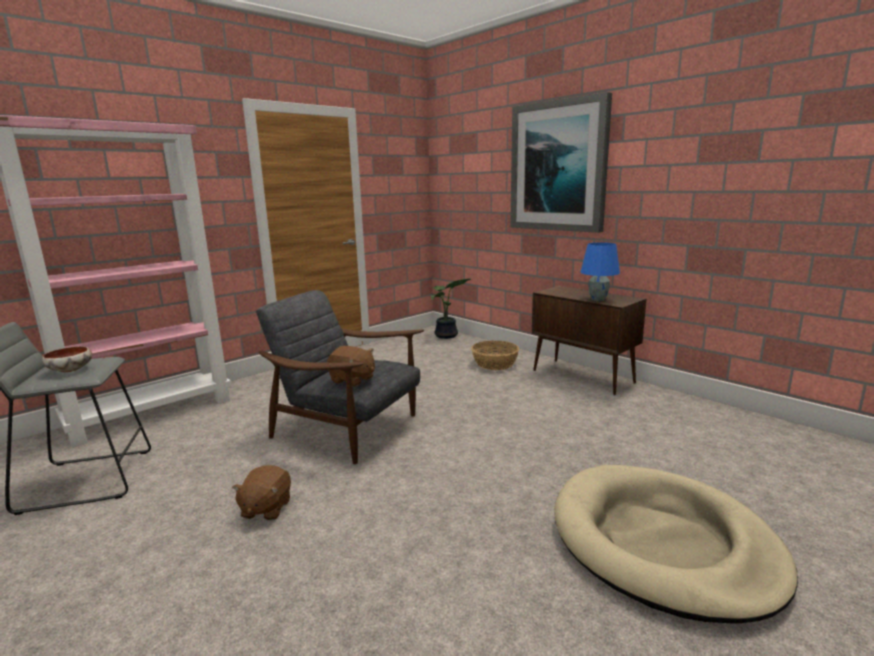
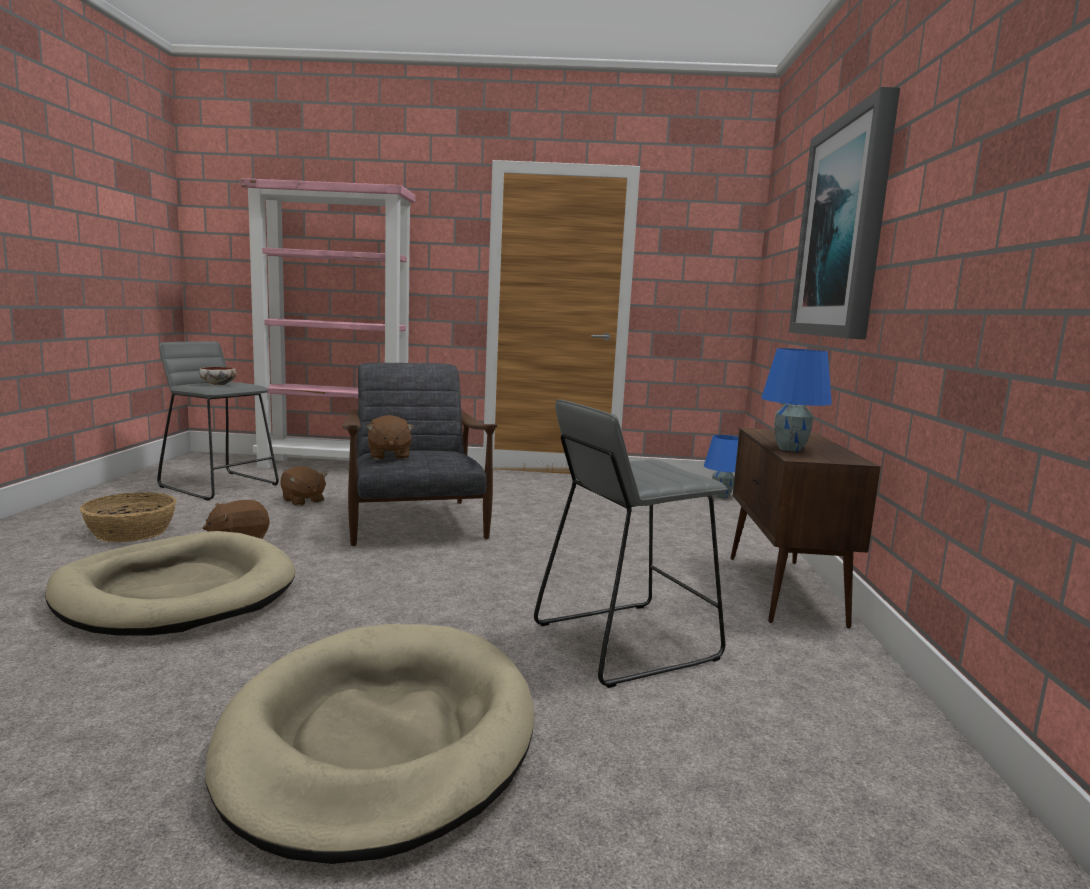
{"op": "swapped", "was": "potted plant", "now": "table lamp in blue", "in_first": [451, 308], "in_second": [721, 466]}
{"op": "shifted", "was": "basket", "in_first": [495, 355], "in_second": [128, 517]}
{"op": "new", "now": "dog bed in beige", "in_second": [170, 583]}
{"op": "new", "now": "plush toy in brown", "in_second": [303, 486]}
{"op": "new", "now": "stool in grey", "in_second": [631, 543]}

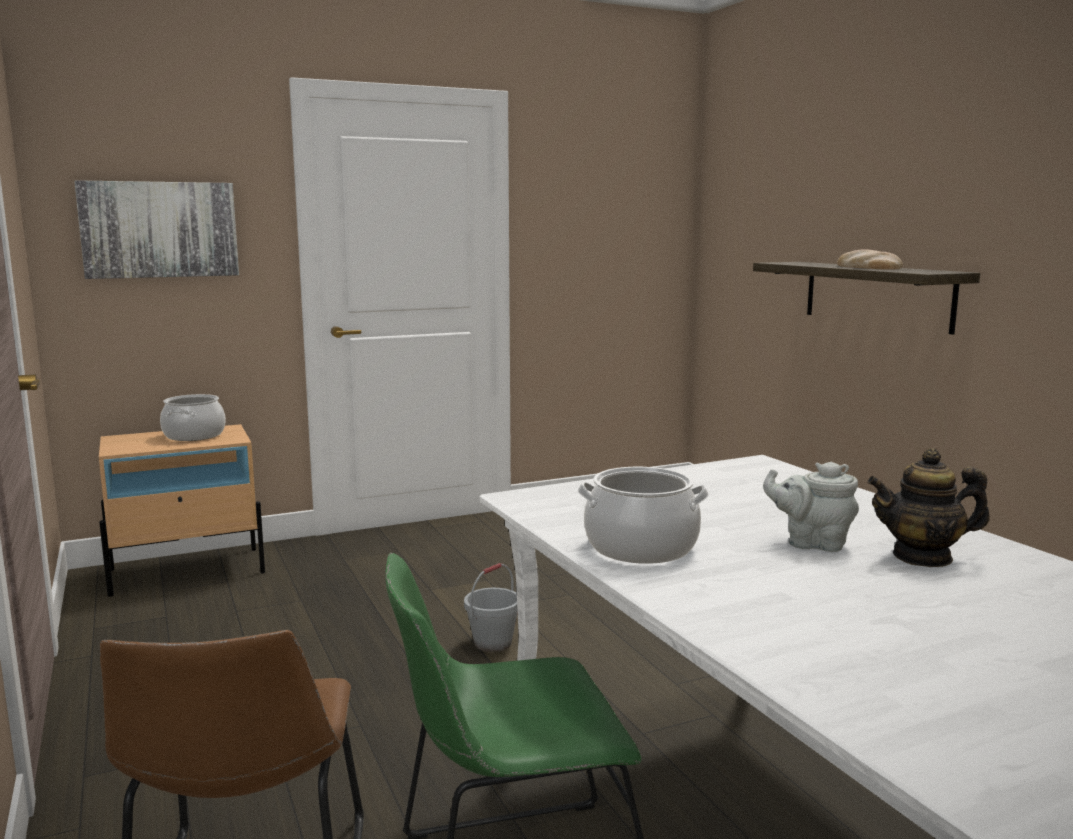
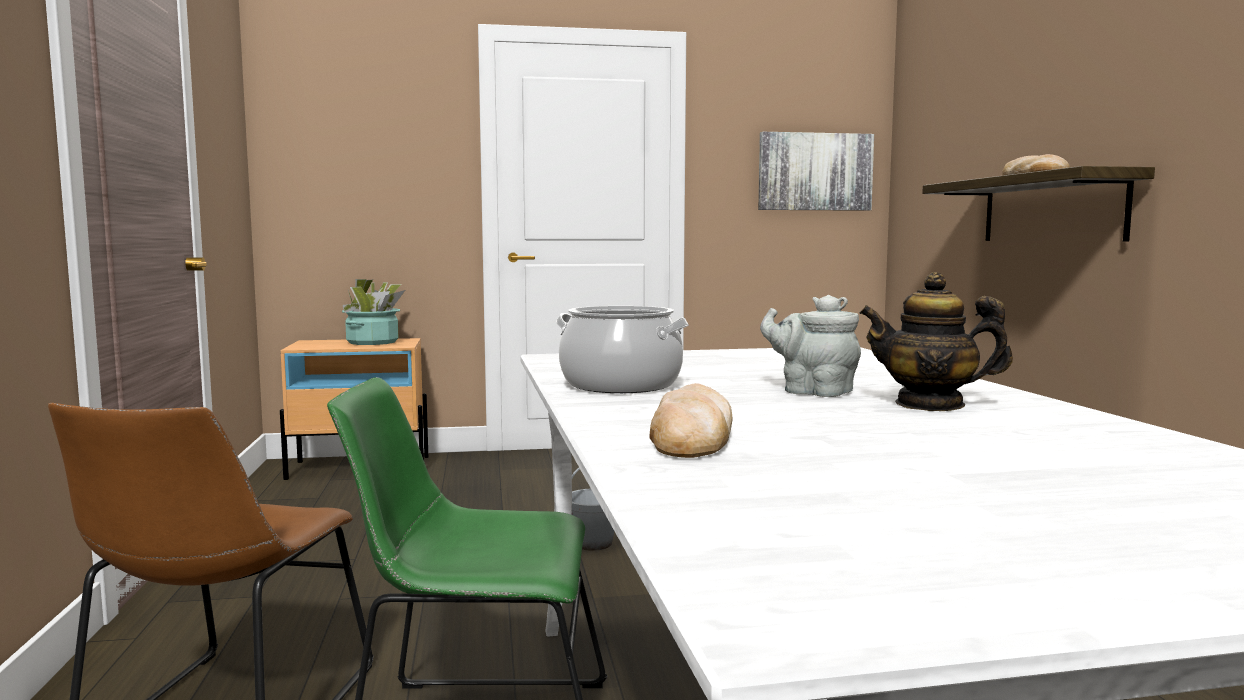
{"op": "shifted", "was": "picture", "in_first": [156, 229], "in_second": [816, 171]}
{"op": "swapped", "was": "cooking pot", "now": "potted plant", "in_first": [193, 417], "in_second": [373, 312]}
{"op": "new", "now": "bread", "in_second": [691, 420]}

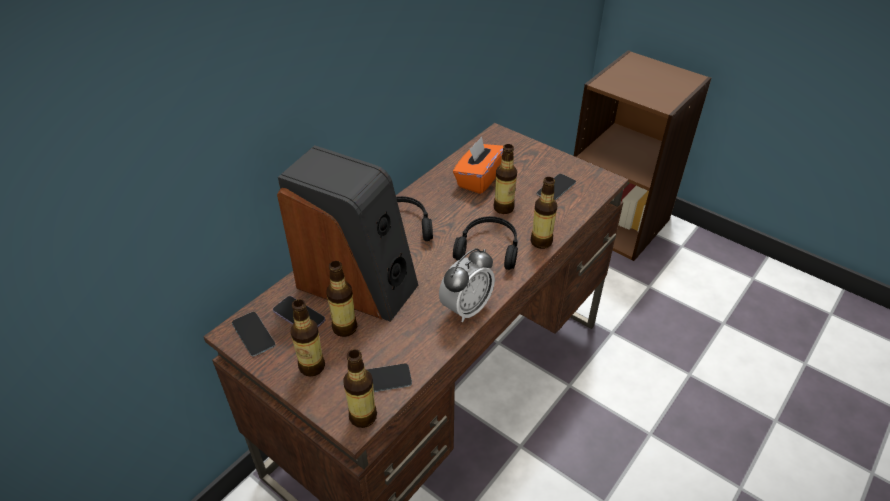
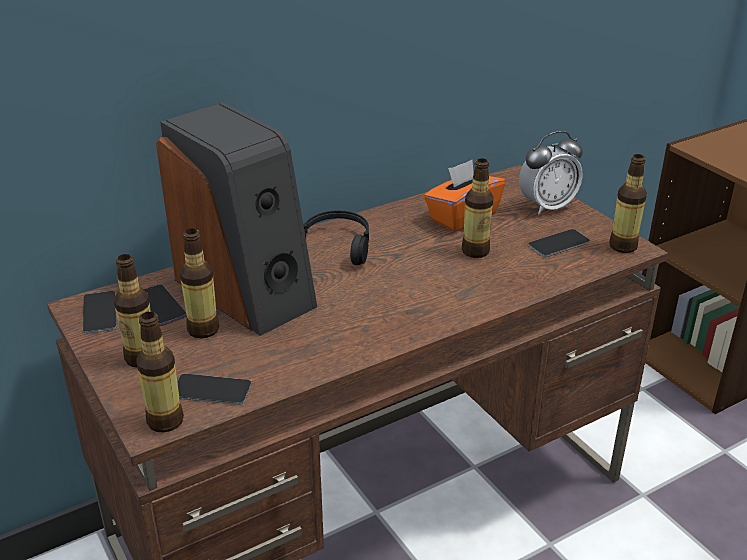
{"op": "shifted", "was": "alarm clock", "in_first": [467, 285], "in_second": [551, 173]}
{"op": "gone", "was": "headphones in black", "in_first": [485, 243]}
{"op": "shifted", "was": "bottle", "in_first": [543, 213], "in_second": [628, 203]}

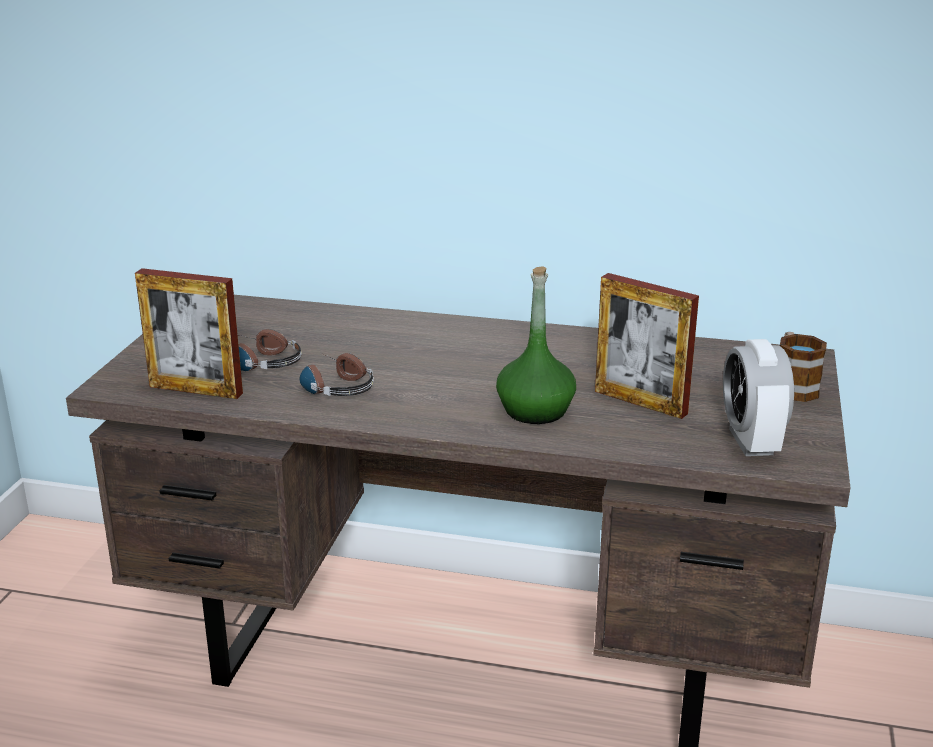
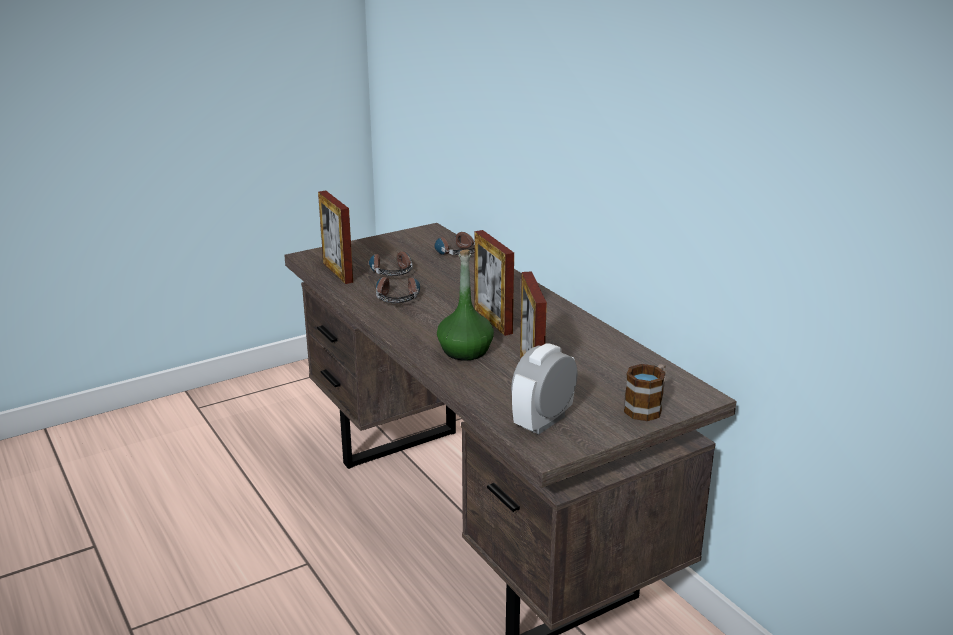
{"op": "new", "now": "headphones", "in_second": [454, 243]}
{"op": "new", "now": "picture frame", "in_second": [494, 283]}

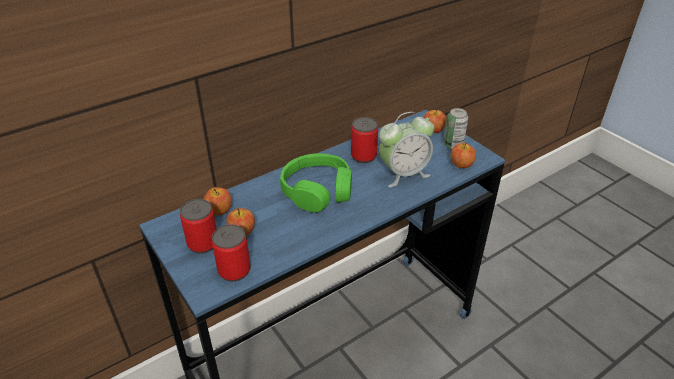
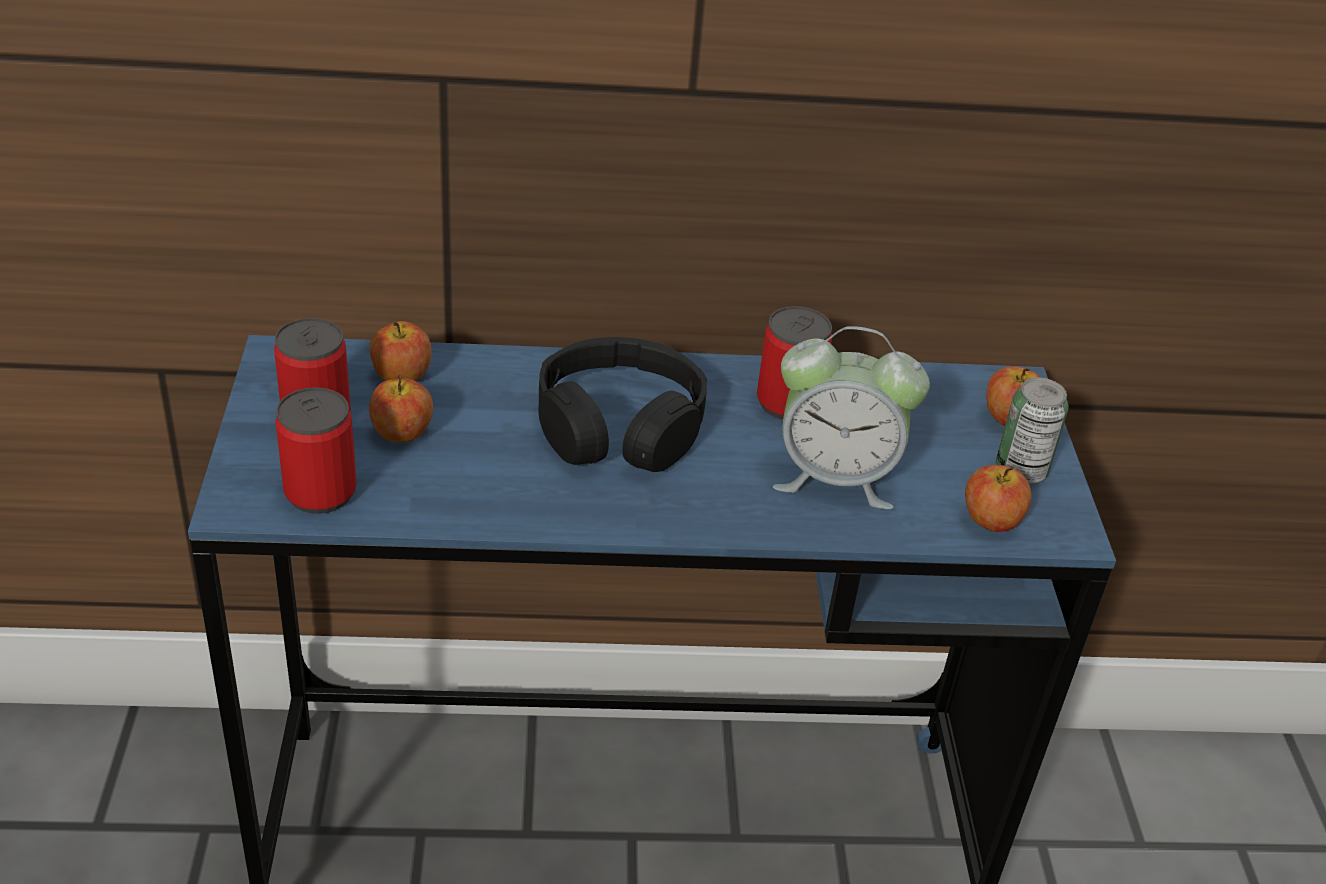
{"op": "repainted", "was": "headphones in green", "now": "headphones in black", "in_first": [316, 182], "in_second": [622, 404]}

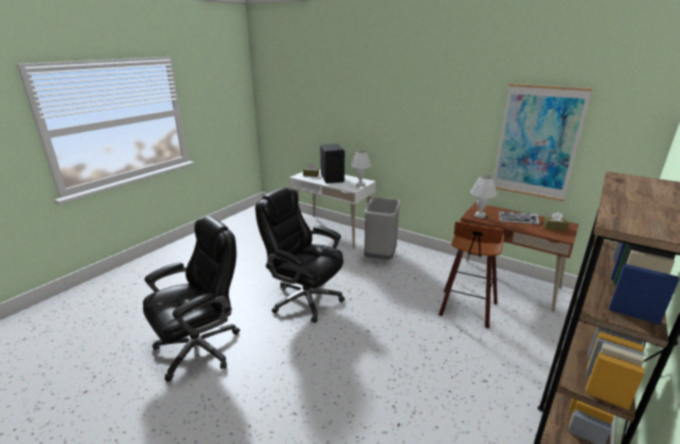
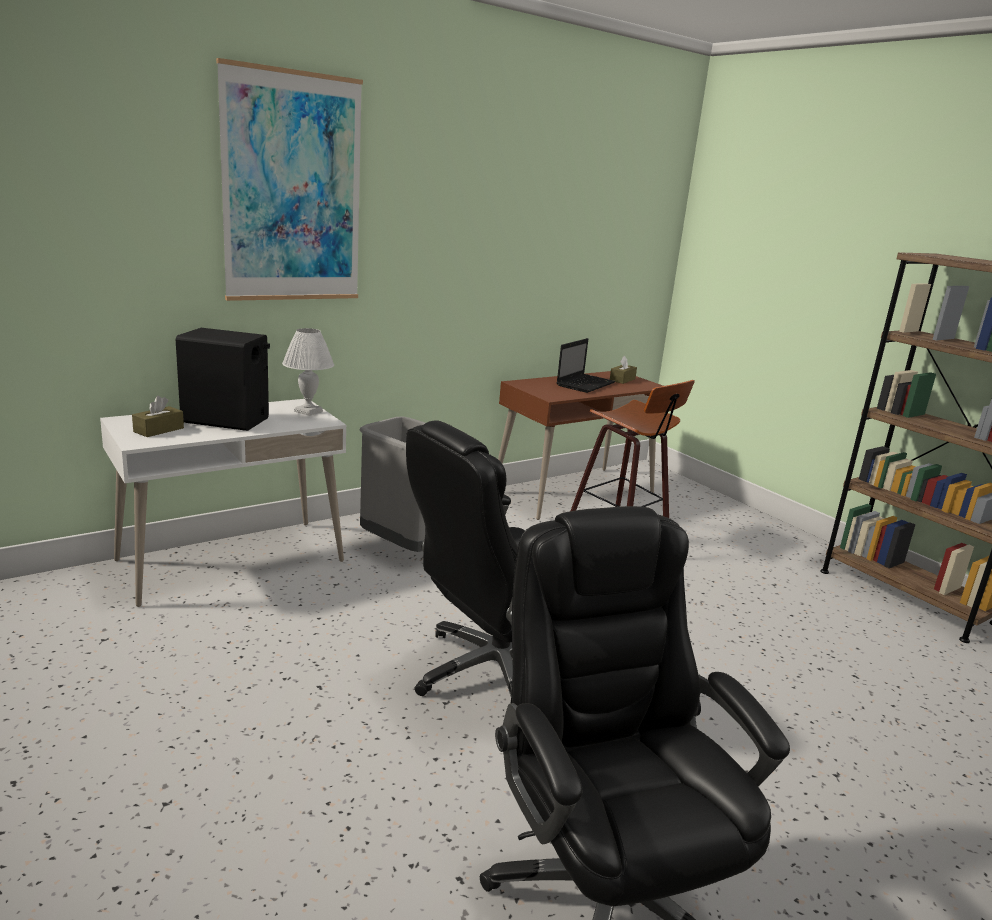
{"op": "gone", "was": "table lamp in white", "in_first": [484, 197]}
{"op": "shifted", "was": "picture", "in_first": [542, 142], "in_second": [289, 179]}
{"op": "swapped", "was": "keyboard", "now": "laptop", "in_first": [519, 218], "in_second": [586, 365]}

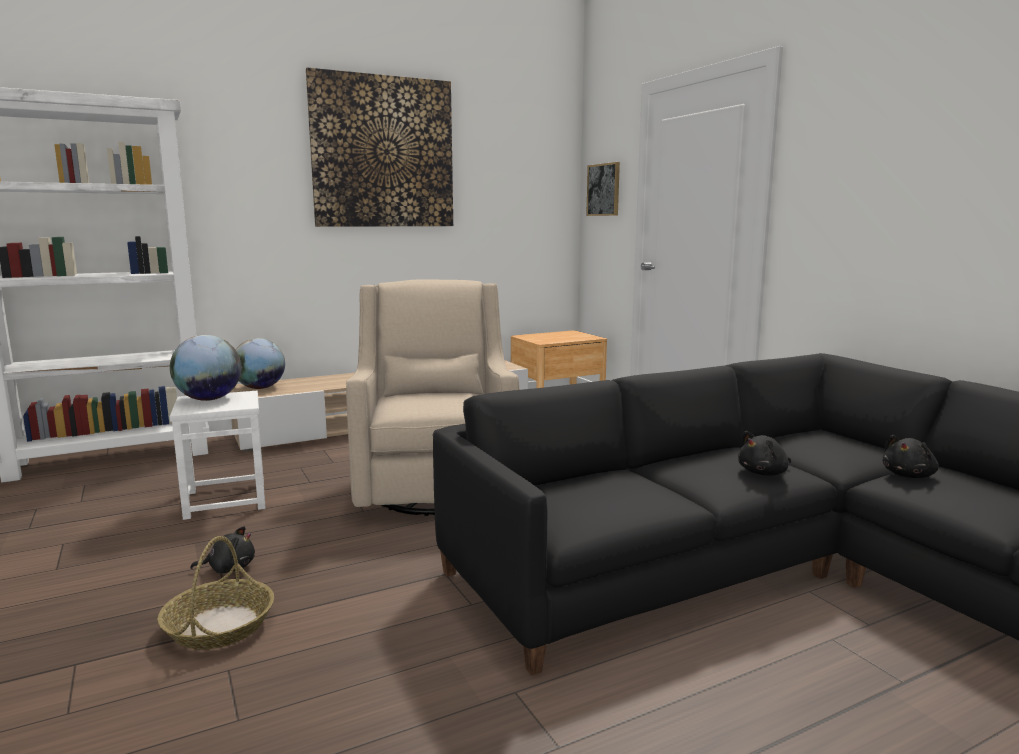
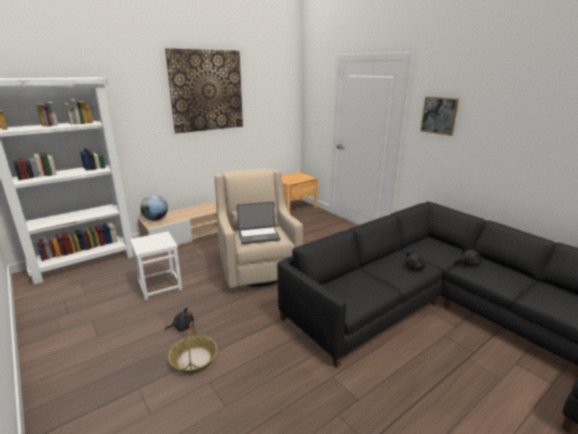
{"op": "gone", "was": "globe", "in_first": [205, 368]}
{"op": "shifted", "was": "picture", "in_first": [603, 189], "in_second": [439, 116]}
{"op": "new", "now": "laptop", "in_second": [258, 222]}

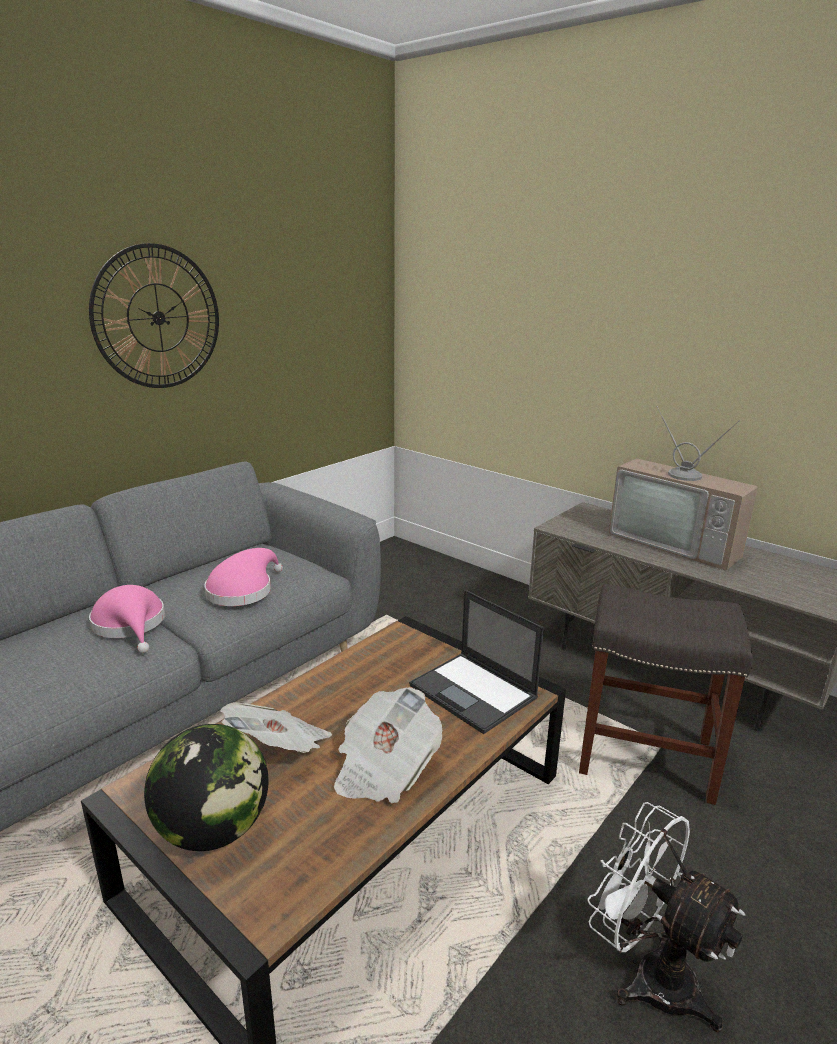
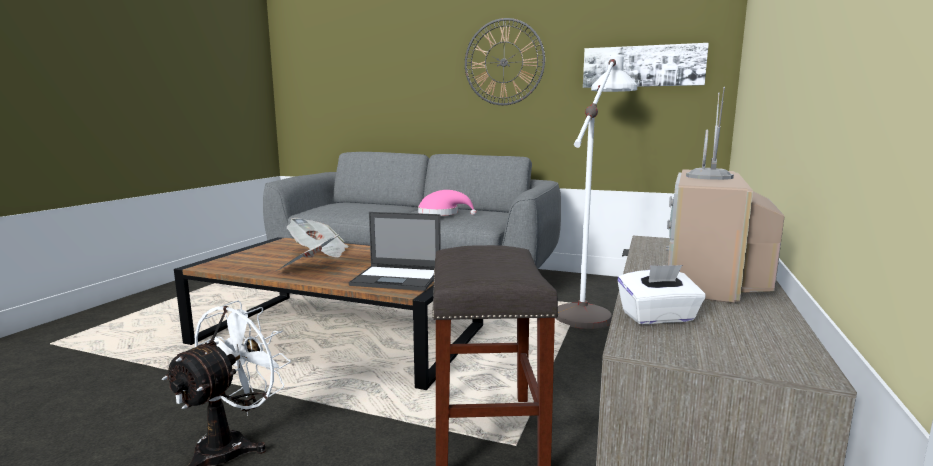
{"op": "gone", "was": "hat in pink", "in_first": [127, 619]}
{"op": "gone", "was": "globe", "in_first": [206, 787]}
{"op": "rotated", "was": "laptop", "in_first": [476, 662], "in_second": [395, 251], "clockwise": -105}
{"op": "new", "now": "floor lamp in white", "in_second": [596, 192]}
{"op": "new", "now": "picture", "in_second": [646, 65]}
{"op": "new", "now": "tissue box in white", "in_second": [661, 294]}

